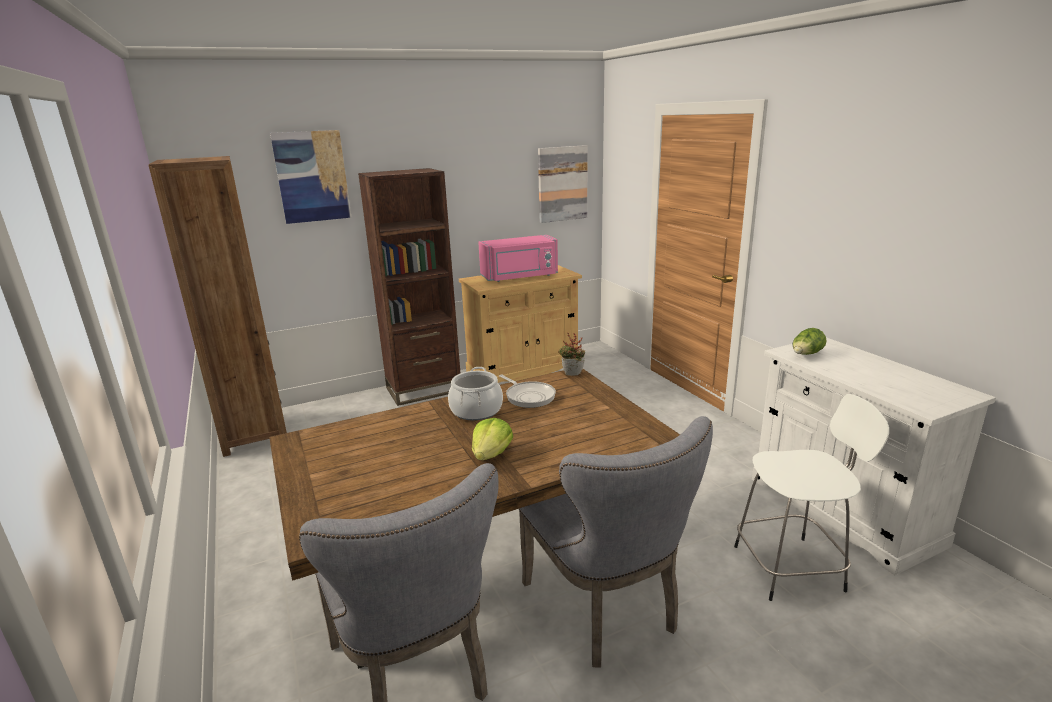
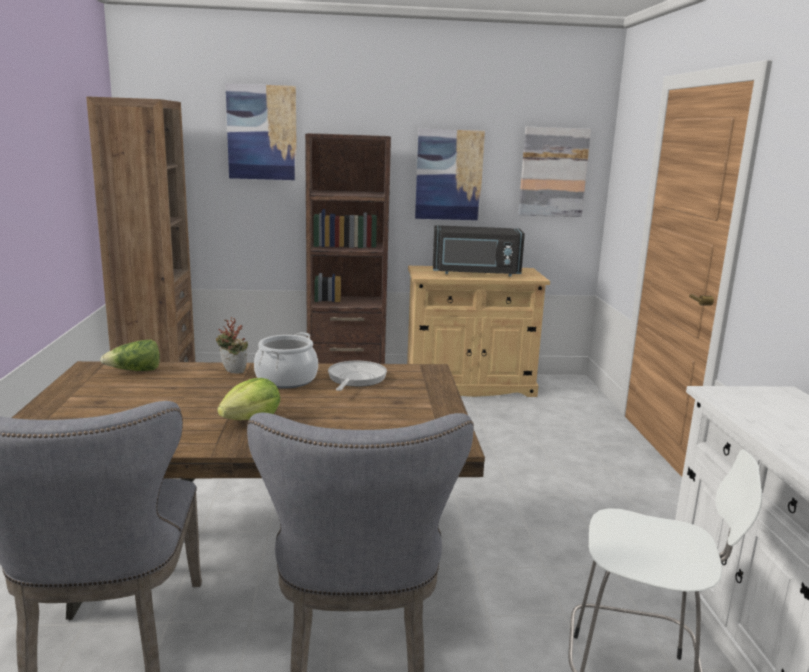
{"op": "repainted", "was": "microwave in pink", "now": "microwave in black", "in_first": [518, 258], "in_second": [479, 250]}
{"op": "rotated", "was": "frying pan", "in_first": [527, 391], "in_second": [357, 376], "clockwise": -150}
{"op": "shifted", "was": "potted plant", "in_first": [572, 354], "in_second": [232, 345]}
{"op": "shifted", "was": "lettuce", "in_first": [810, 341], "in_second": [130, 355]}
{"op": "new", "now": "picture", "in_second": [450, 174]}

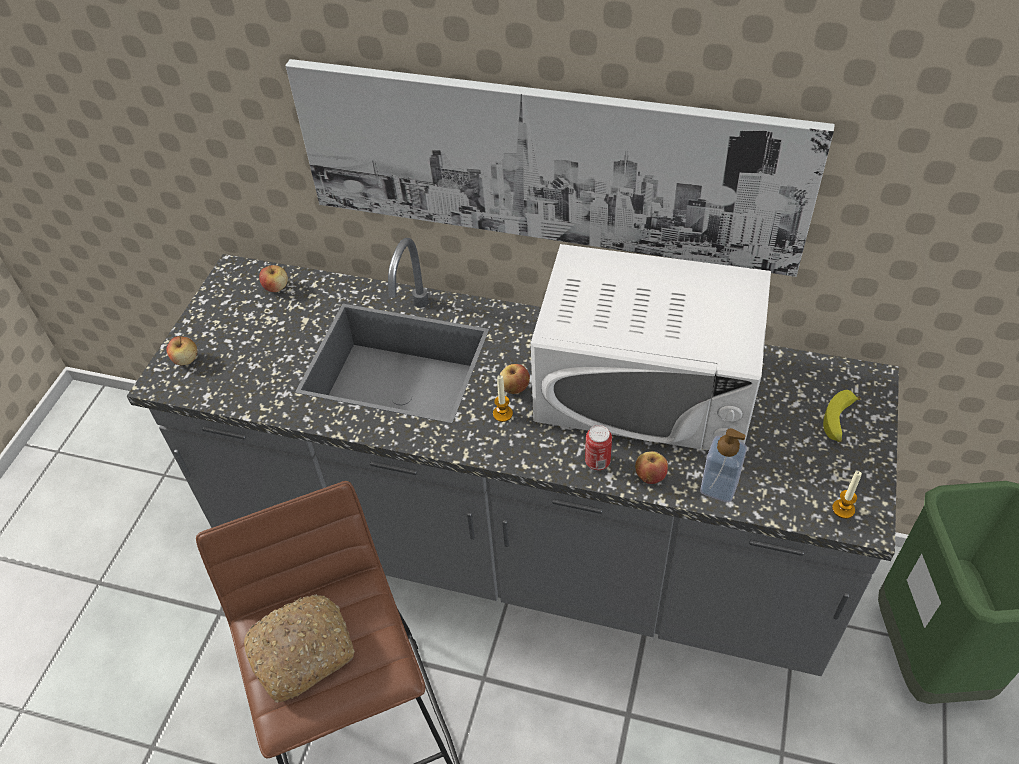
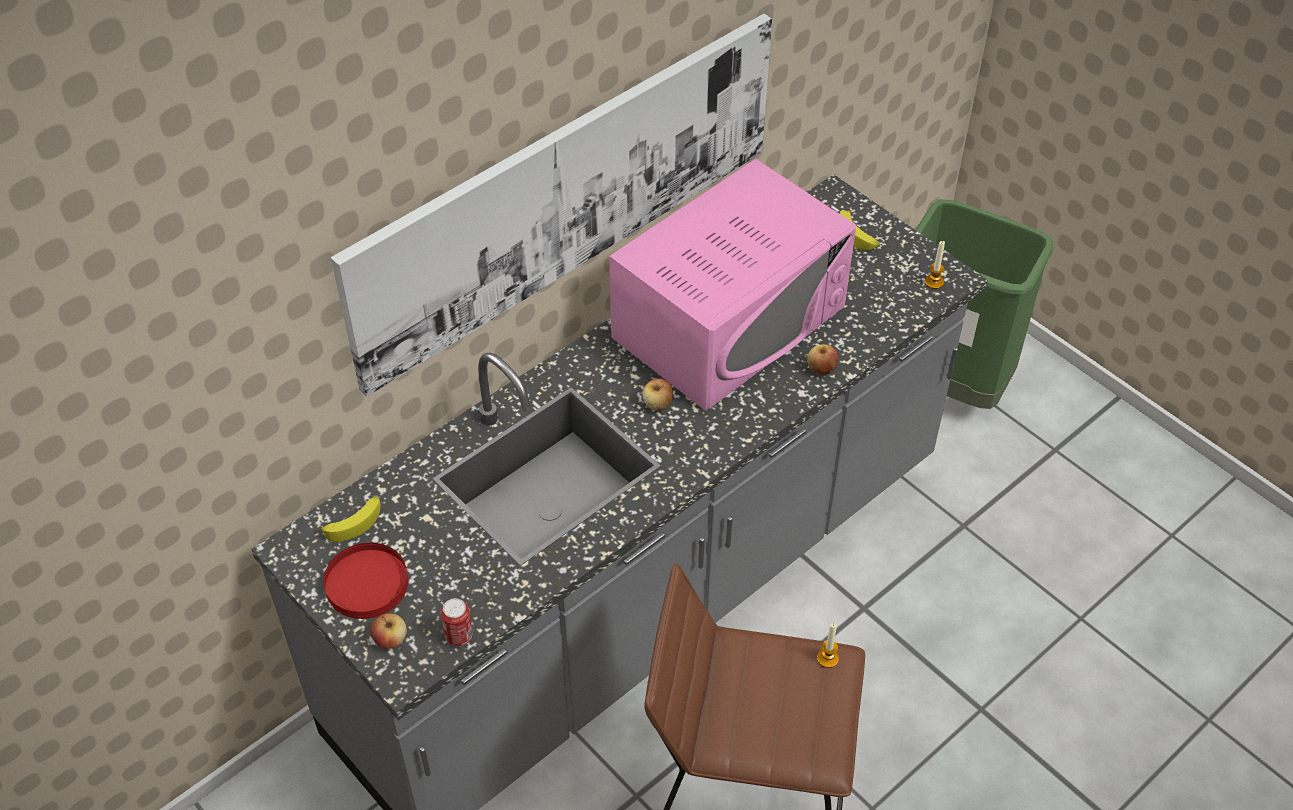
{"op": "gone", "was": "bread", "in_first": [299, 648]}
{"op": "swapped", "was": "apple", "now": "banana", "in_first": [273, 278], "in_second": [349, 518]}
{"op": "shifted", "was": "candle", "in_first": [503, 398], "in_second": [828, 645]}
{"op": "repainted", "was": "microwave in white", "now": "microwave in pink", "in_first": [651, 347], "in_second": [732, 285]}
{"op": "shifted", "was": "can", "in_first": [598, 447], "in_second": [457, 622]}
{"op": "gone", "was": "soap dispenser", "in_first": [723, 465]}
{"op": "new", "now": "plate in red", "in_second": [366, 581]}

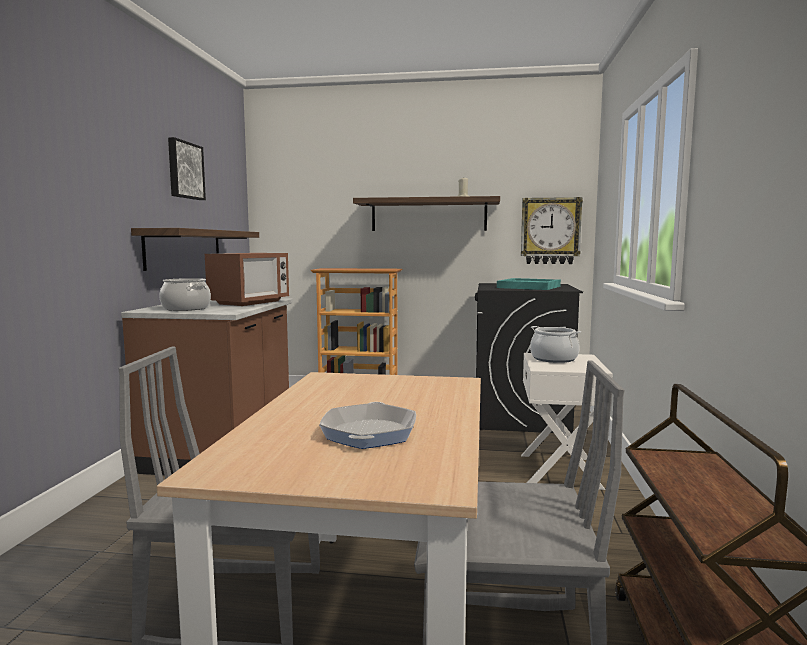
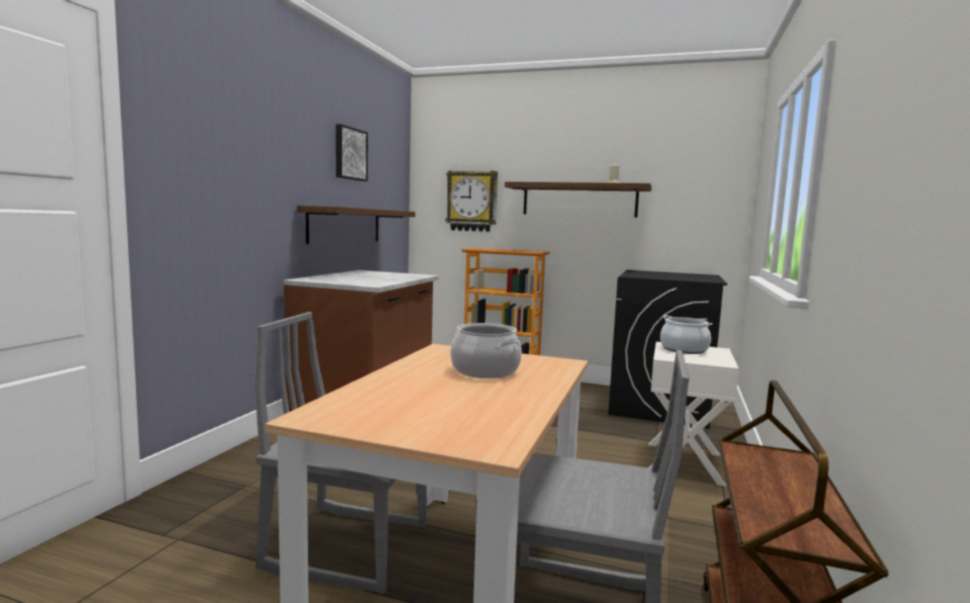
{"op": "shifted", "was": "cooking pot", "in_first": [185, 294], "in_second": [486, 350]}
{"op": "gone", "was": "microwave", "in_first": [247, 279]}
{"op": "gone", "was": "frying pan", "in_first": [367, 425]}
{"op": "gone", "was": "tray in turquoise", "in_first": [529, 284]}
{"op": "shifted", "was": "wall clock", "in_first": [552, 230], "in_second": [471, 201]}

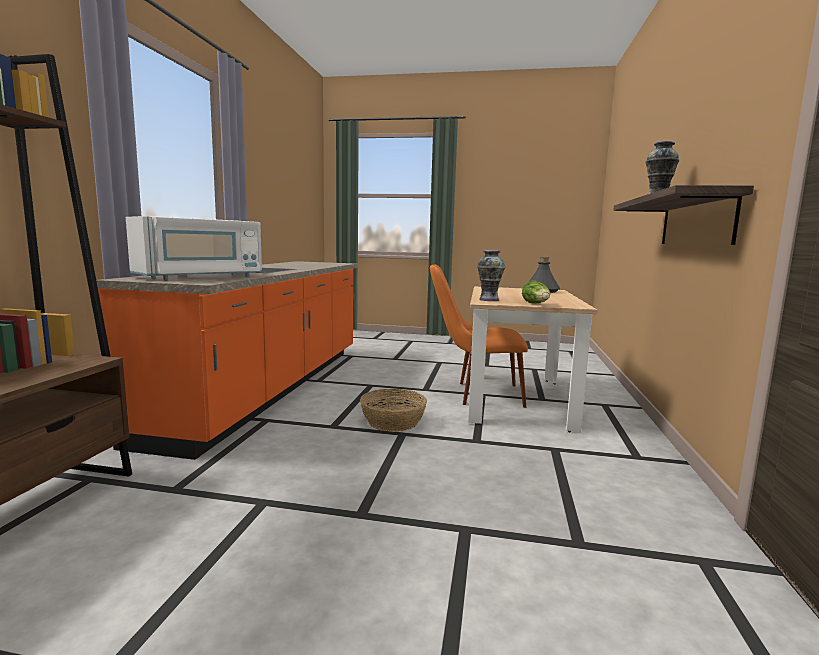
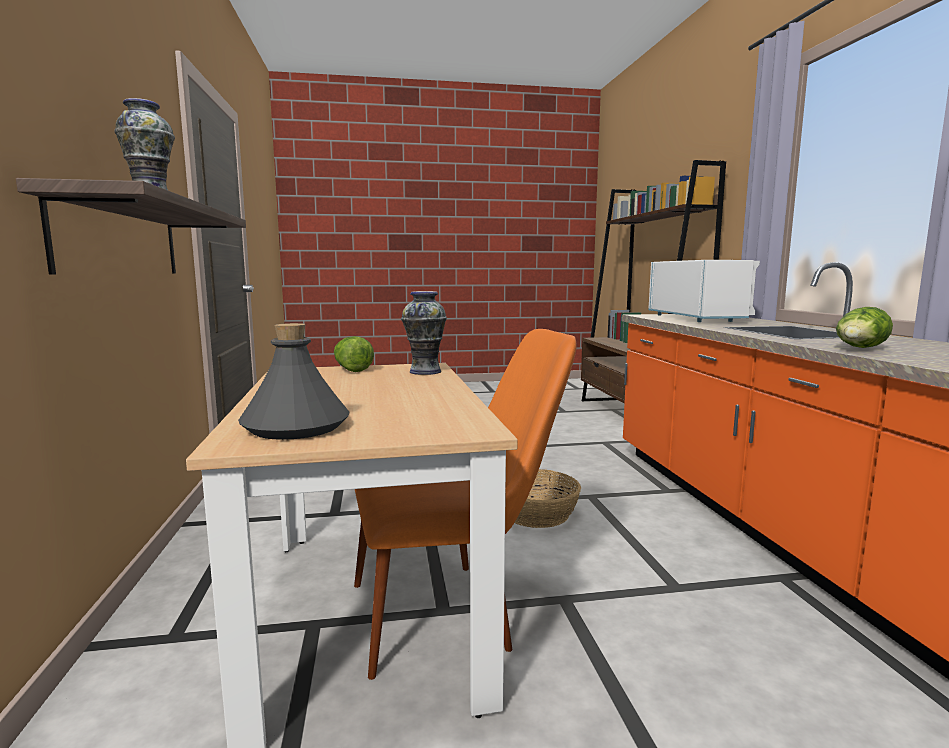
{"op": "rotated", "was": "microwave in white", "in_first": [194, 248], "in_second": [704, 291], "clockwise": 150}
{"op": "new", "now": "lettuce", "in_second": [864, 327]}

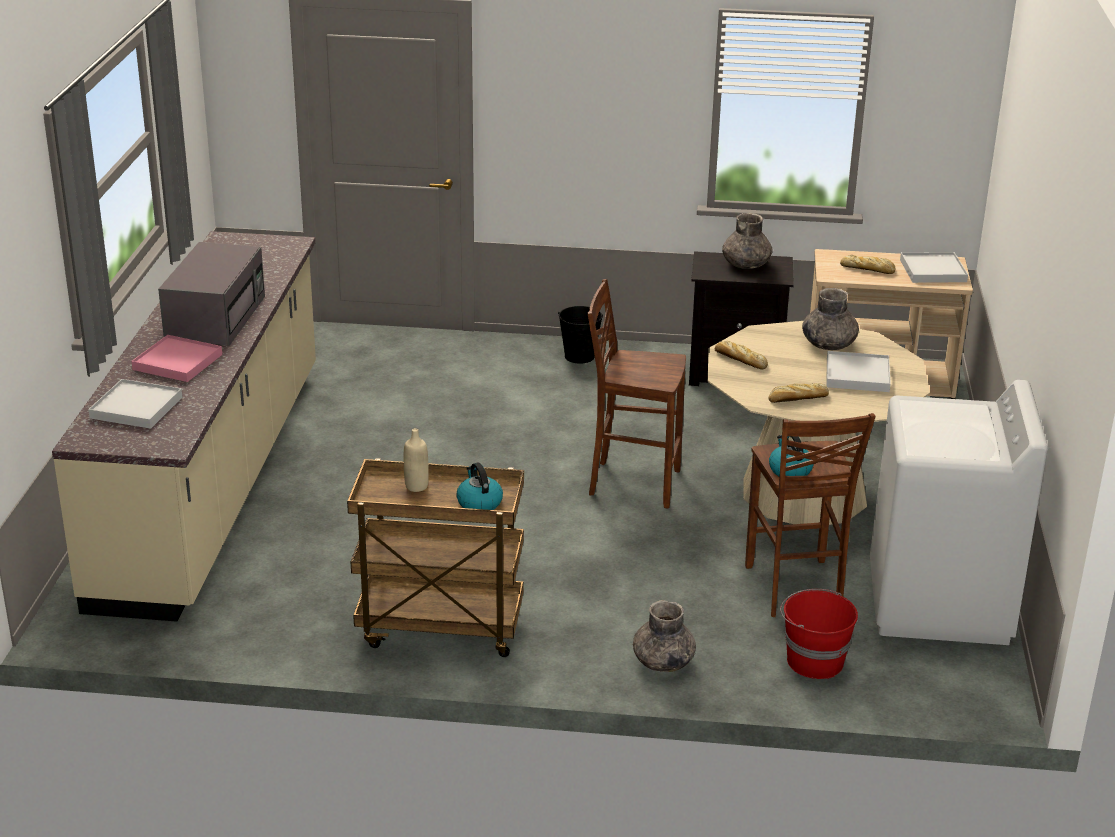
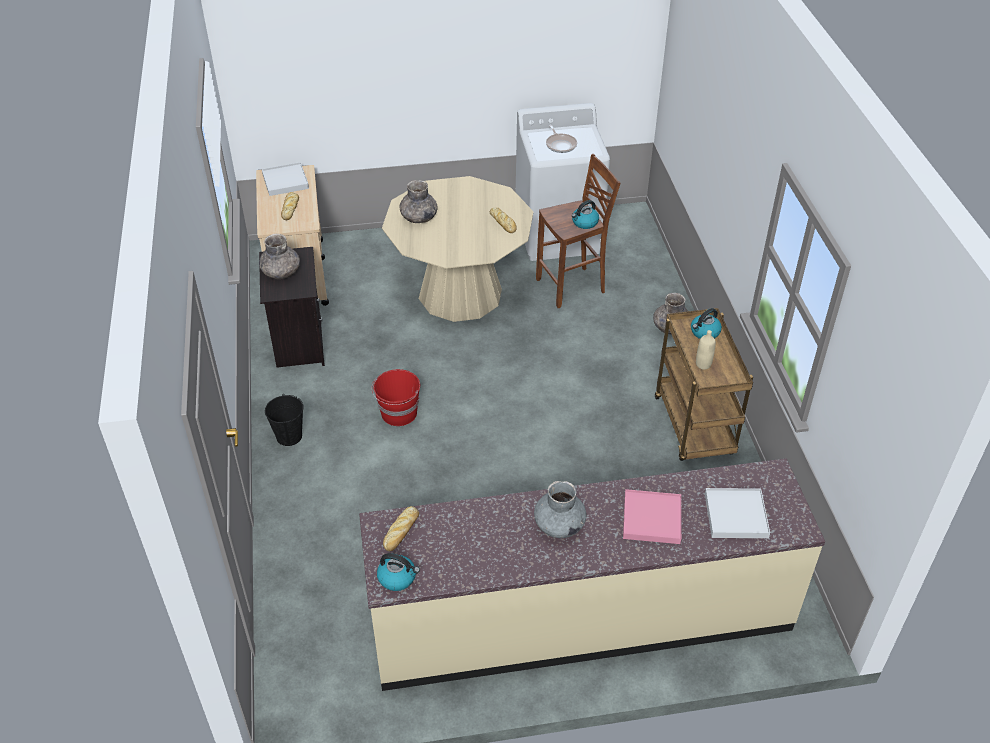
{"op": "swapped", "was": "microwave in grey", "now": "vase in grey", "in_first": [211, 294], "in_second": [560, 509]}
{"op": "gone", "was": "stool in brown", "in_first": [637, 393]}
{"op": "shifted", "was": "bread", "in_first": [741, 355], "in_second": [401, 528]}
{"op": "shifted", "was": "bucket in red", "in_first": [819, 634], "in_second": [396, 397]}
{"op": "gone", "was": "tray in white", "in_first": [858, 371]}
{"op": "new", "now": "kettle", "in_second": [398, 572]}
{"op": "new", "now": "frying pan", "in_second": [561, 139]}

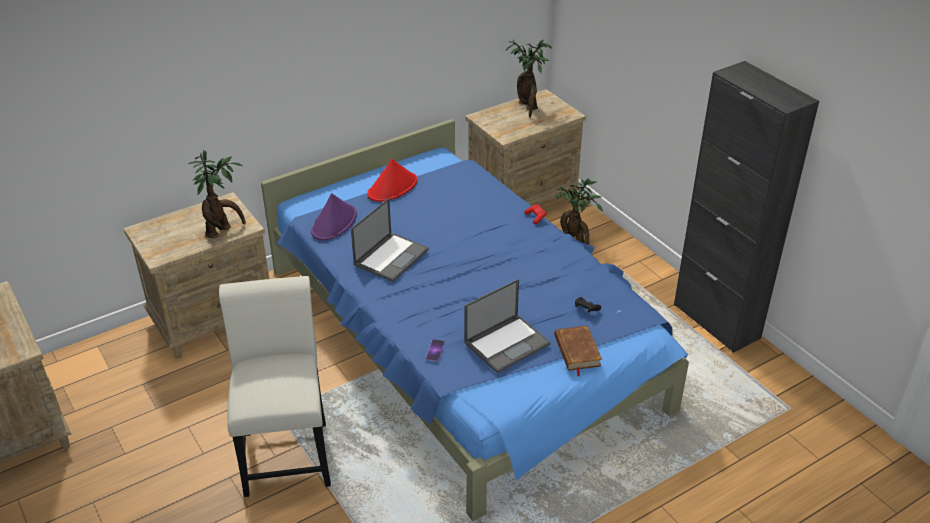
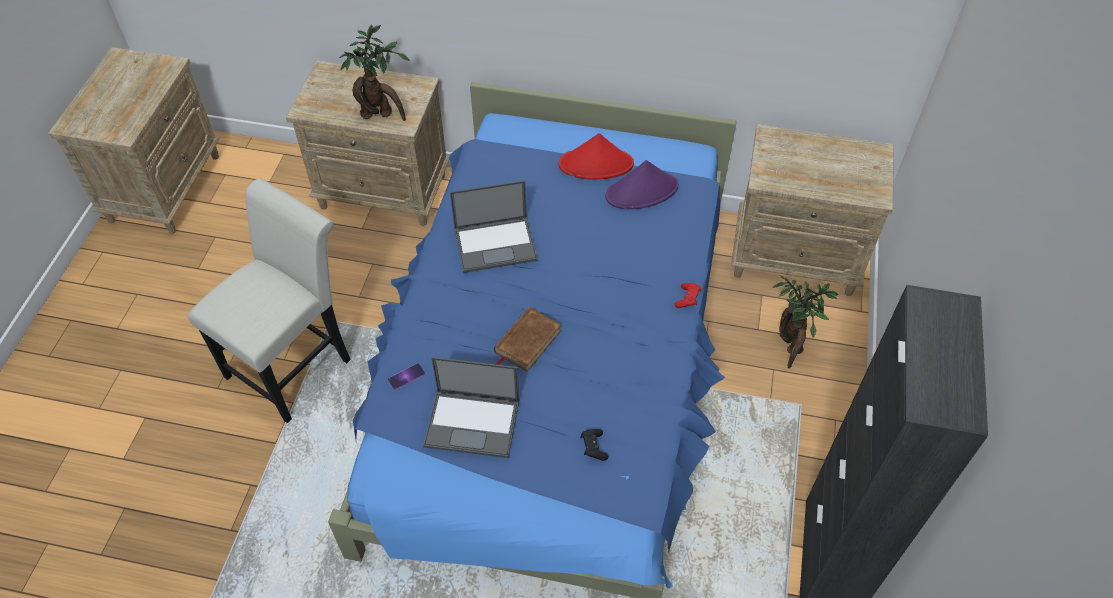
{"op": "shifted", "was": "hat in purple", "in_first": [334, 217], "in_second": [642, 184]}
{"op": "gone", "was": "potted plant", "in_first": [528, 78]}
{"op": "shifted", "was": "book in brown", "in_first": [578, 351], "in_second": [527, 339]}

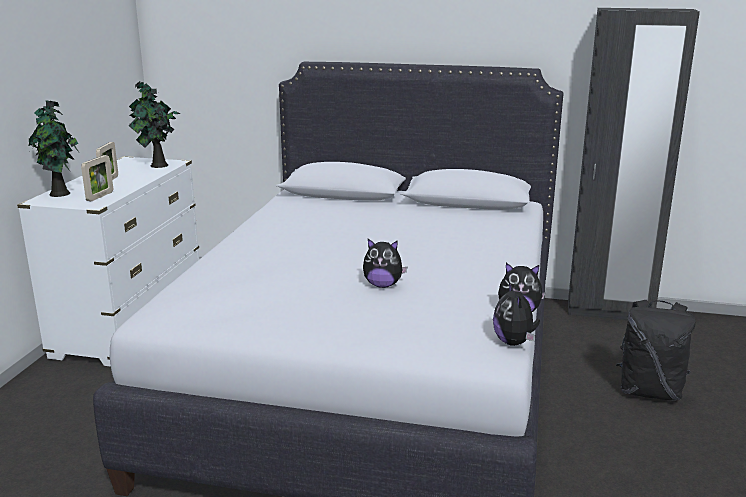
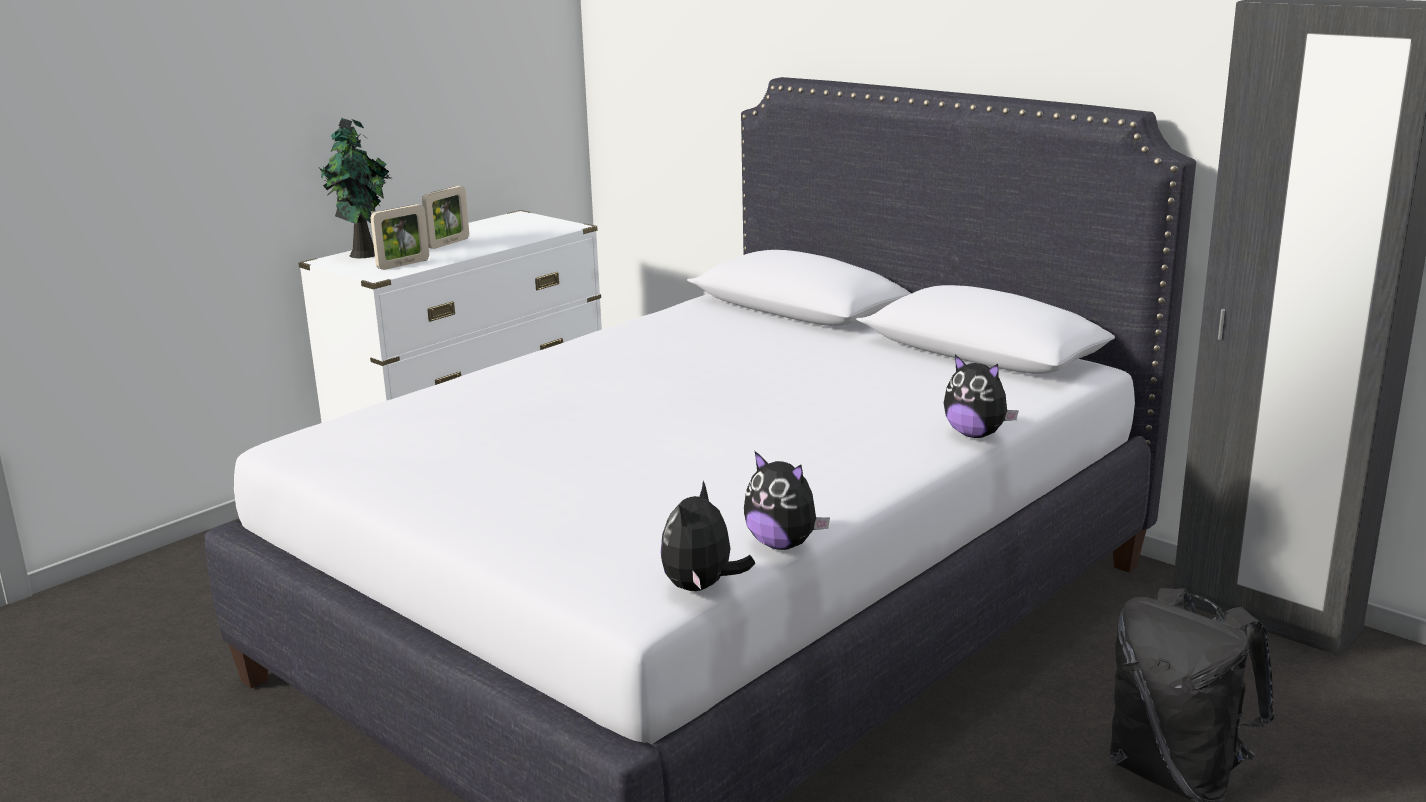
{"op": "gone", "was": "potted plant", "in_first": [155, 124]}
{"op": "shifted", "was": "plush toy", "in_first": [385, 263], "in_second": [981, 396]}

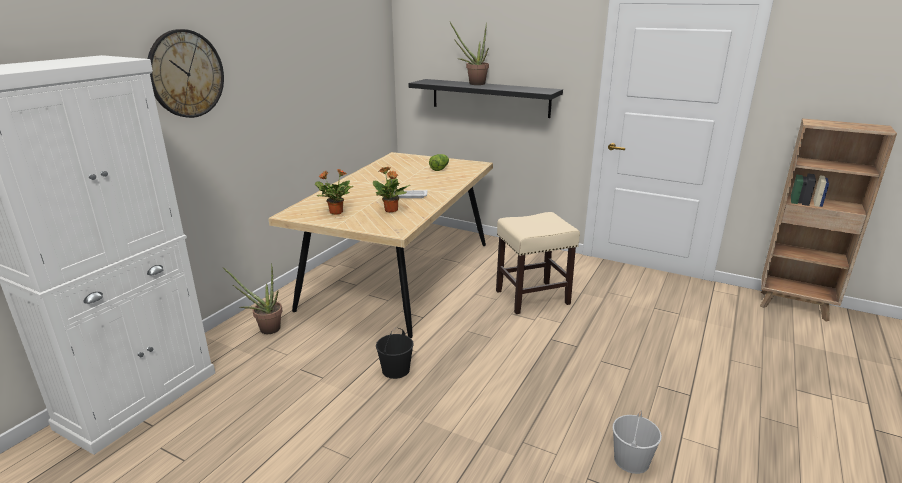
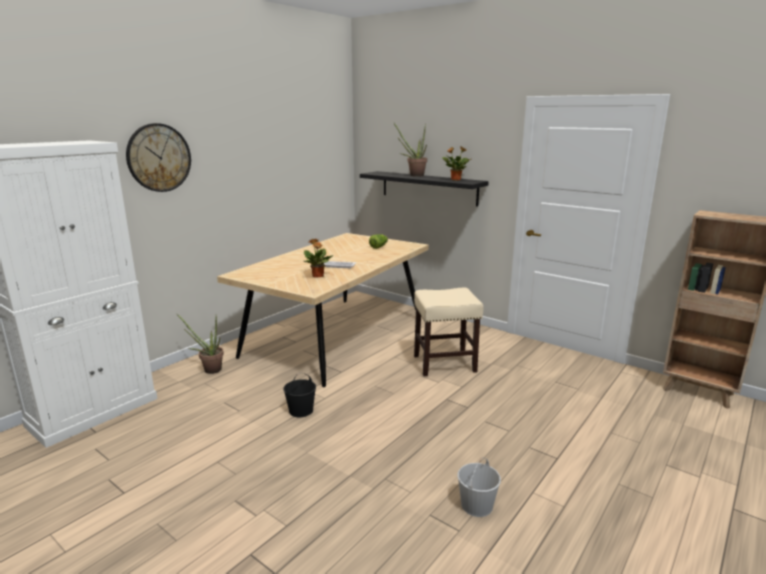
{"op": "shifted", "was": "potted plant", "in_first": [334, 192], "in_second": [456, 163]}

